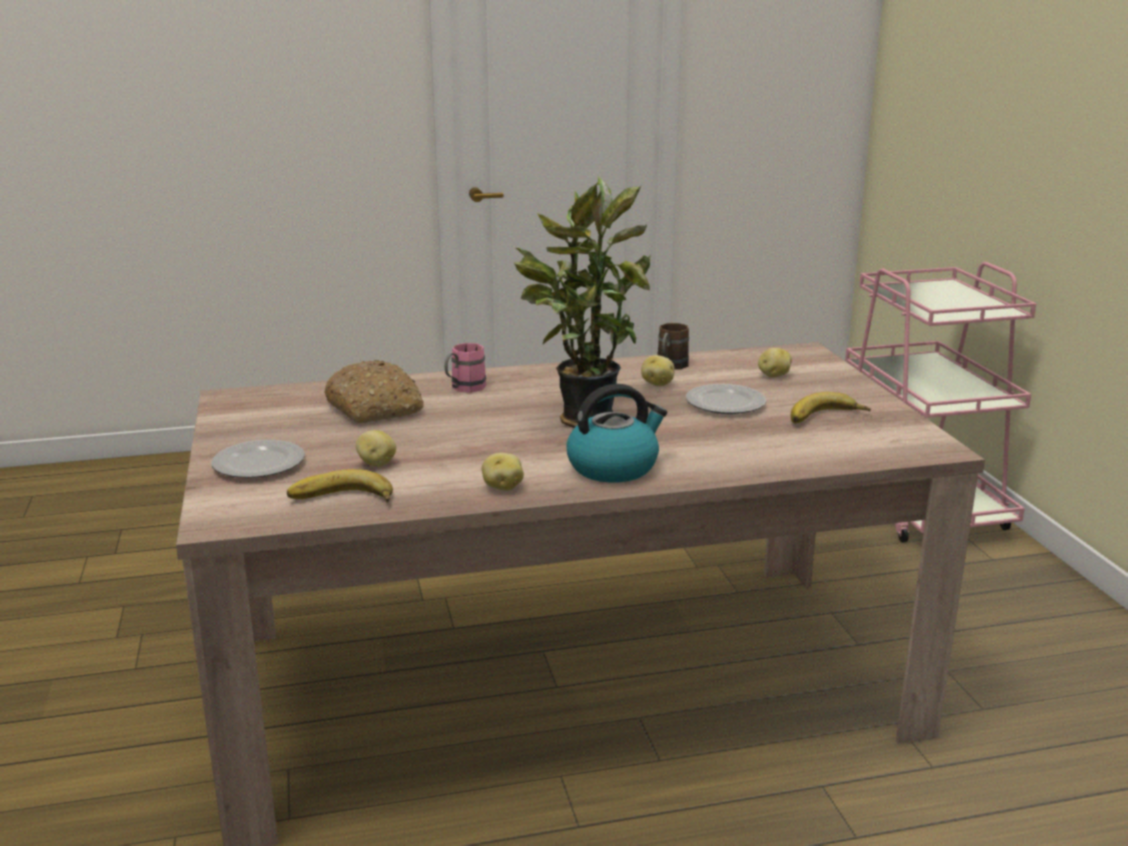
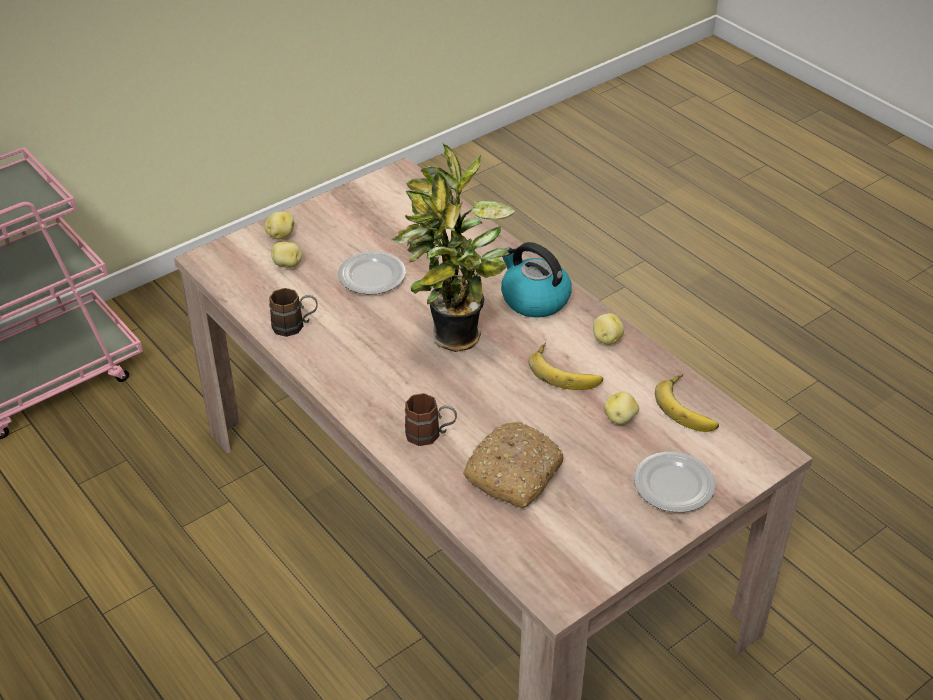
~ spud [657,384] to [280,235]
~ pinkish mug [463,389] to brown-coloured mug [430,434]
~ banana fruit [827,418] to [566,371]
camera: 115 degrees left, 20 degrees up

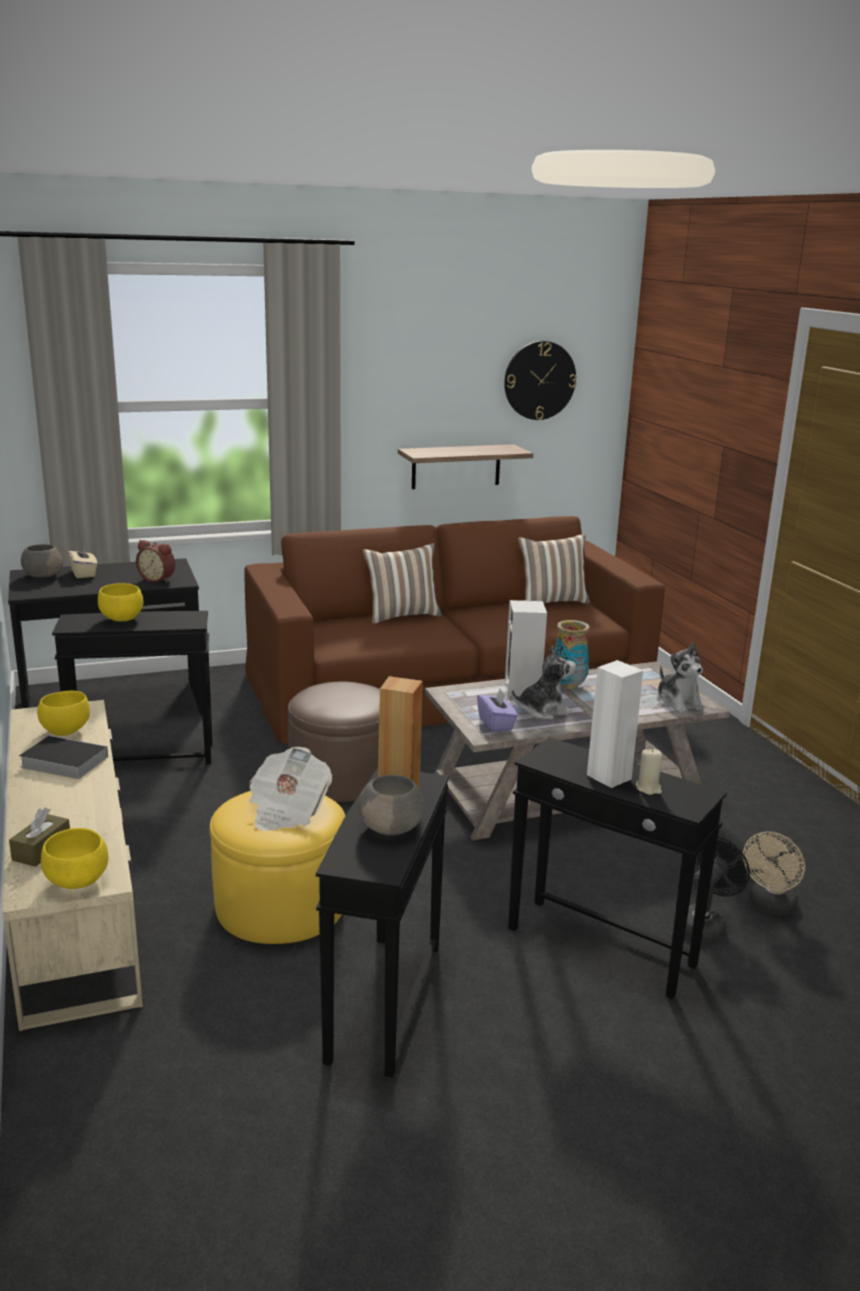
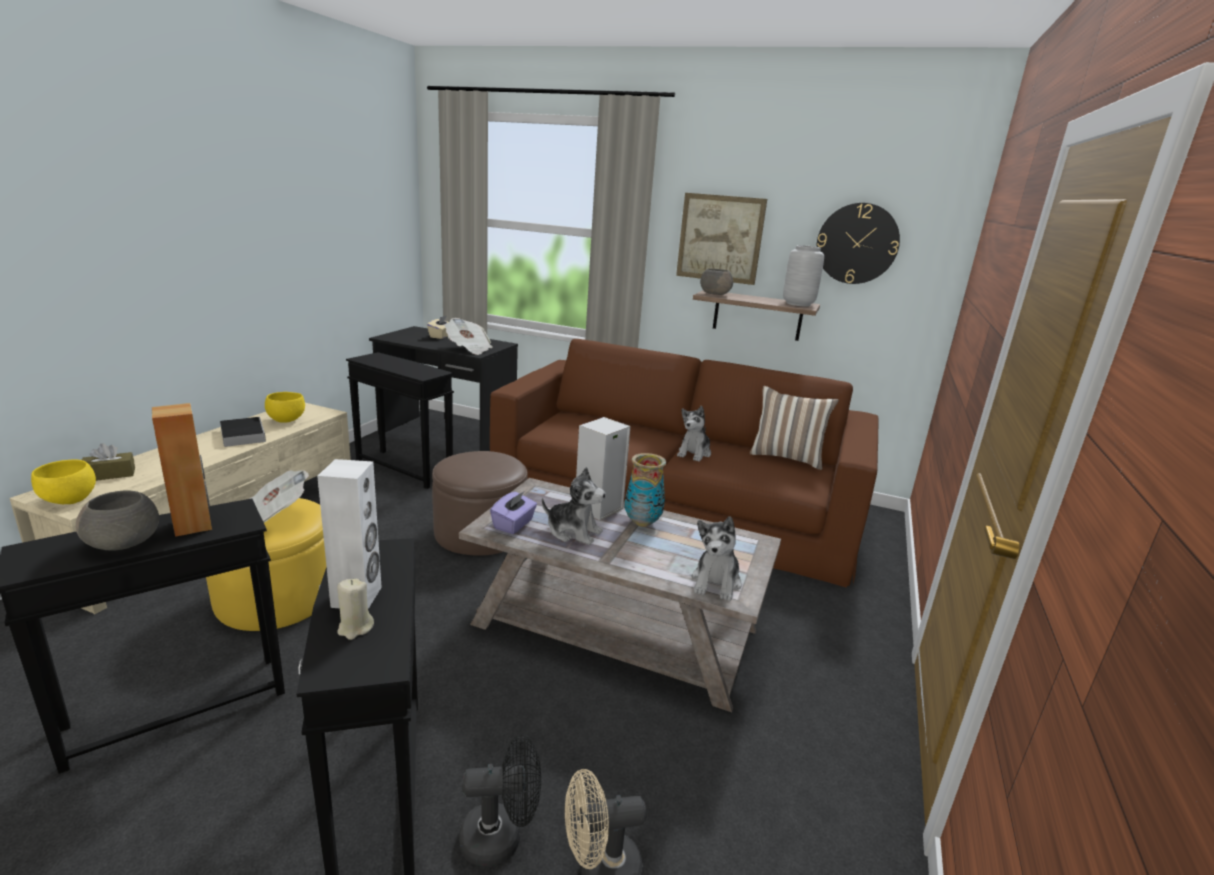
~ bedside clock [158,579] to newspaper [469,349]
+ wall picture [720,238]
+ cuddly toy [694,453]
~ gray deep dish [43,575] to [715,294]
+ gray vase [798,304]
- yellow-coloured deep dish [123,619]
- cushion [402,615]
camera: 40 degrees right, 0 degrees up

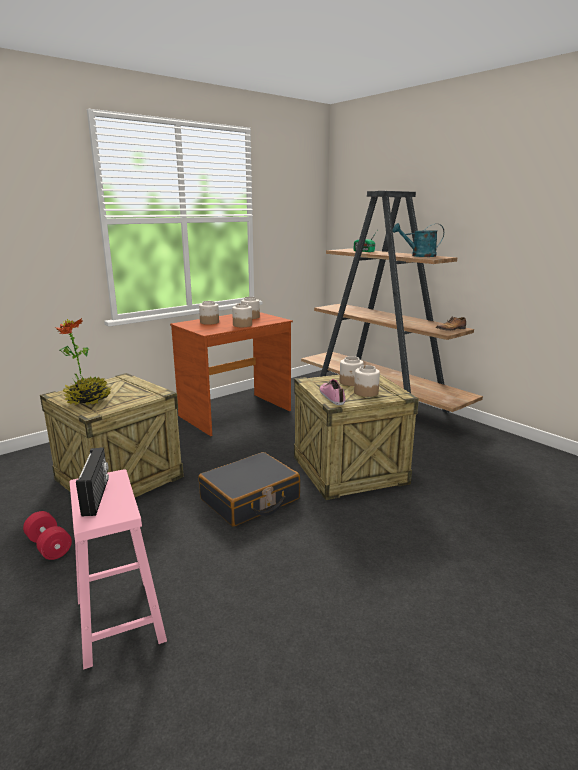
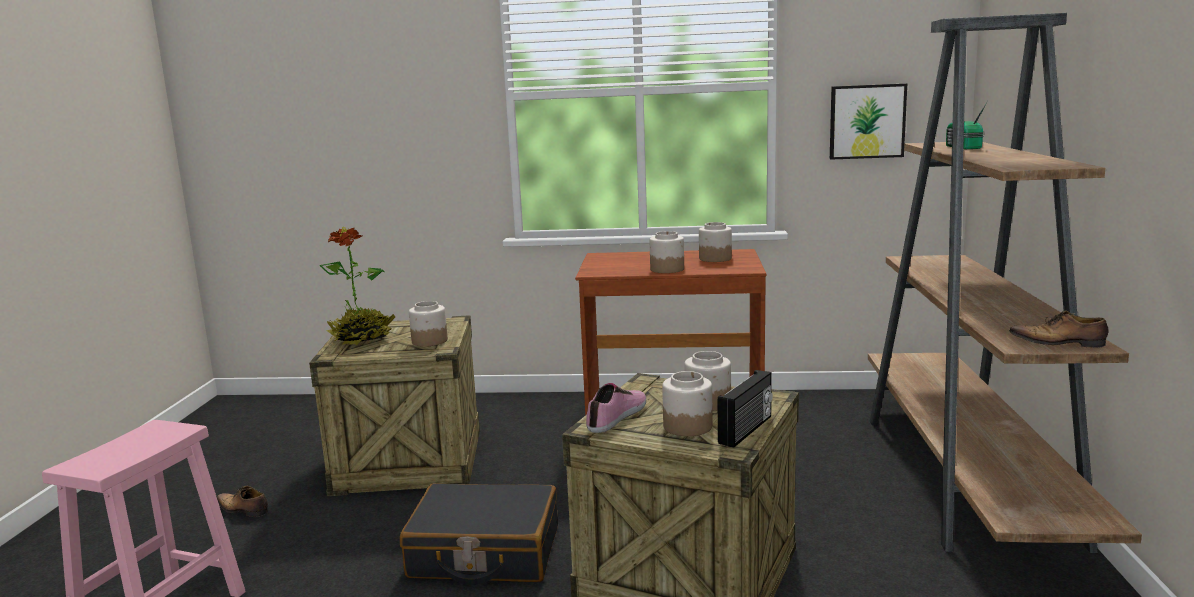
~ reddish hand weight [49,546] to low shoe [243,510]
~ storage jar [209,322] to [429,341]
~ radio [97,496] to [747,430]
+ wall picture [866,121]
- blue-green sprinkling can [419,256]
camera: 45 degrees right, 5 degrees down

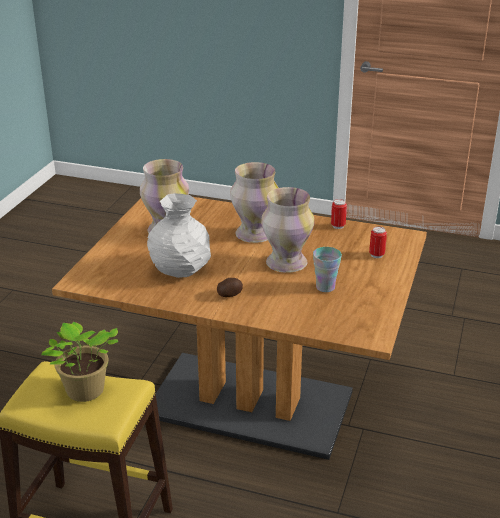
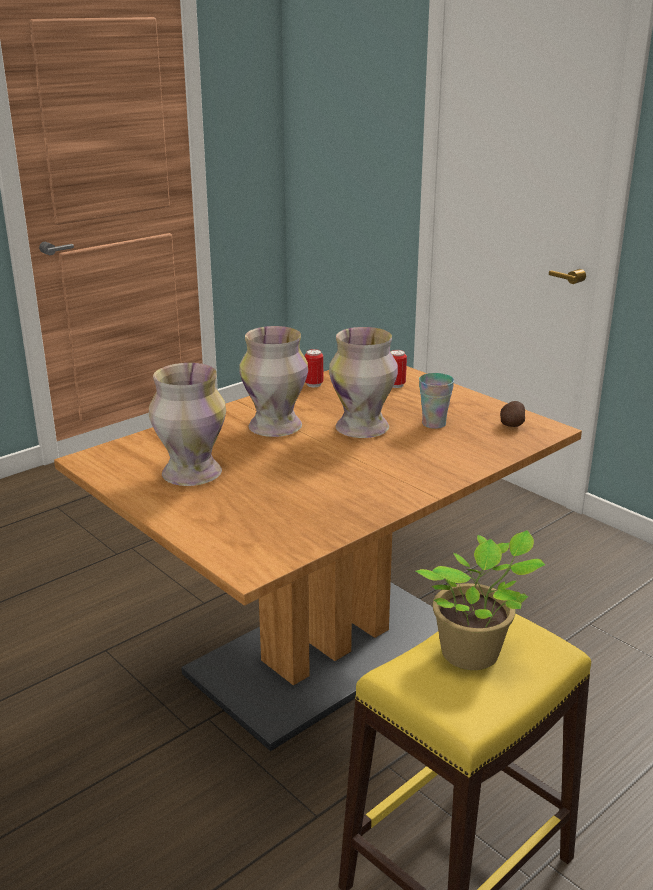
~ spud [230,295] to [512,424]
- white vase [181,270]
camera: 60 degrees left, 5 degrees down

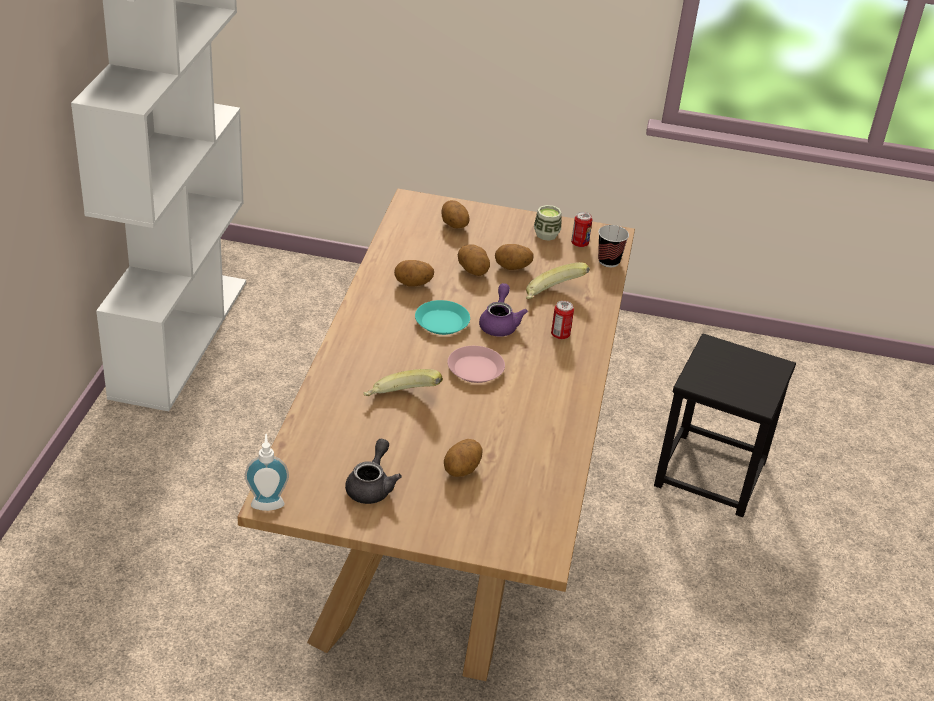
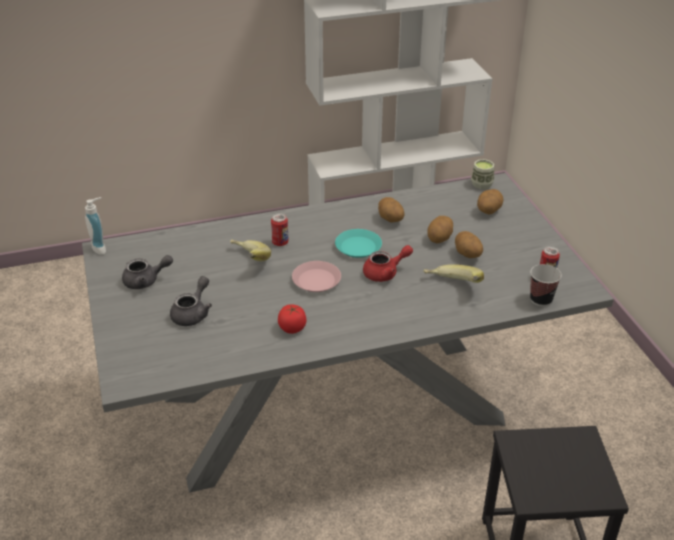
~ brown-coloured kitchen table [448,516] to gray kitchen table [336,408]
~ spud [462,470] to gray teapot [193,313]
~ sealed can [560,335] to [280,243]
+ tomato [292,328]
~ purple teapot [499,324] to reddish teapot [385,273]
~ small cup [546,234] to [481,184]
camera: 65 degrees right, 0 degrees up

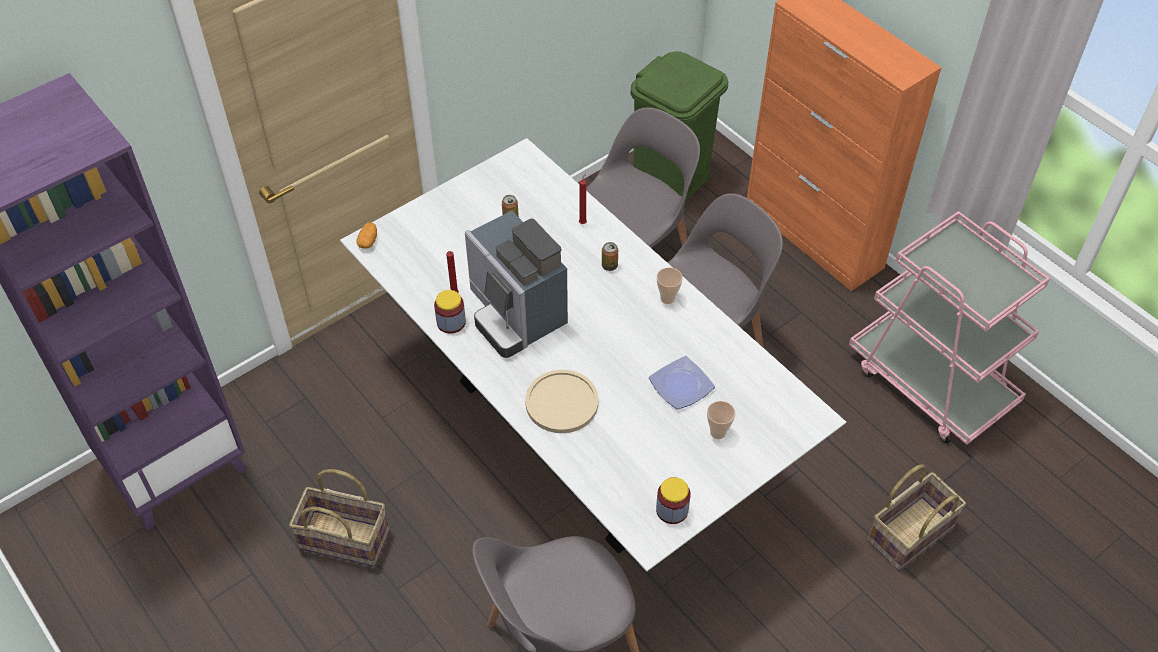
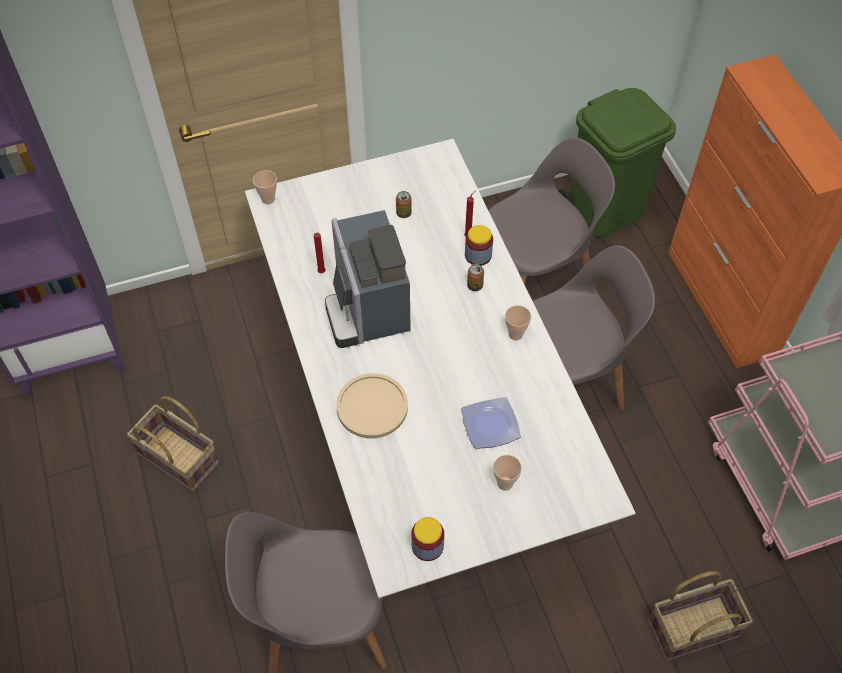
~ spud [368,241] to small cup [268,199]
~ storage jar [451,322] to [478,255]
camera: 20 degrees right, 5 degrees up

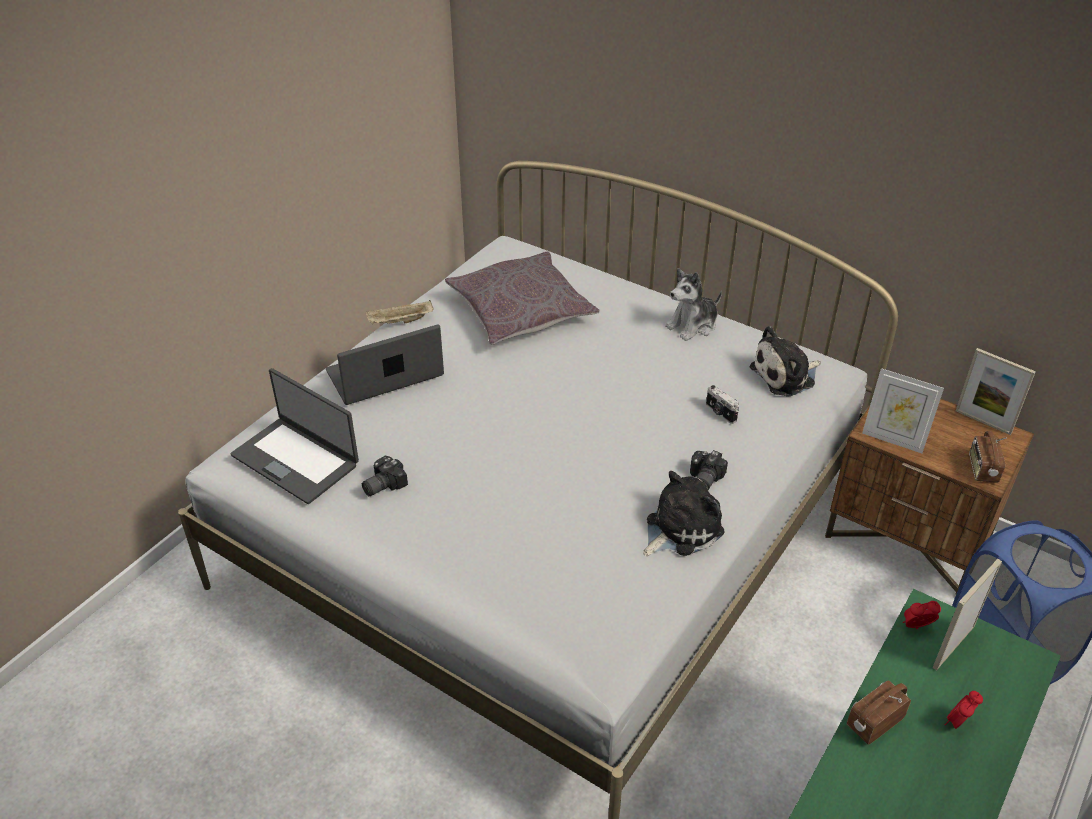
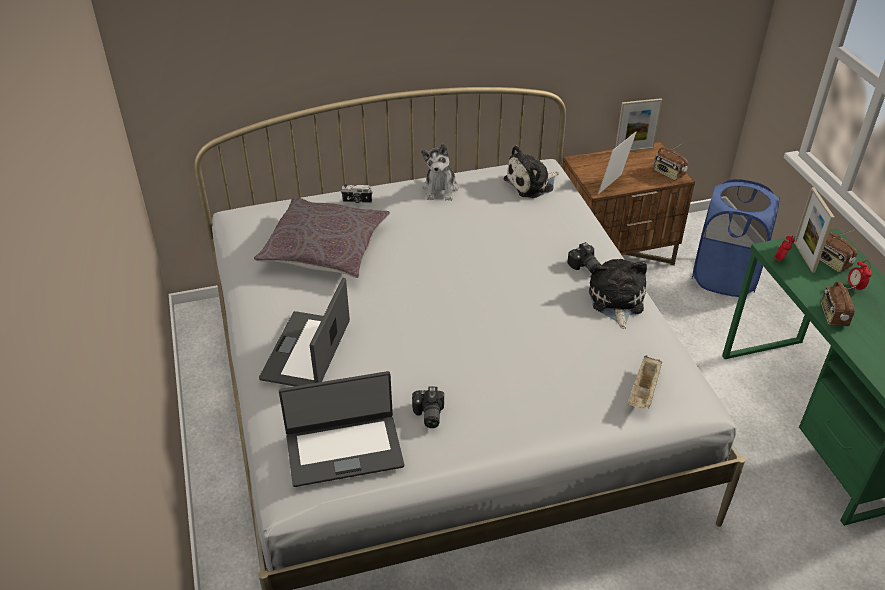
~ still camera [720,413] to [357,201]
~ cuddly toy [786,376] = [531,184] 45 degrees clockwise
~ standing frame [893,439] = [613,186] 150 degrees clockwise
~ beige tray [400,322] to [643,391]
+ radio [831,262]
camera: 50 degrees left, 0 degrees up

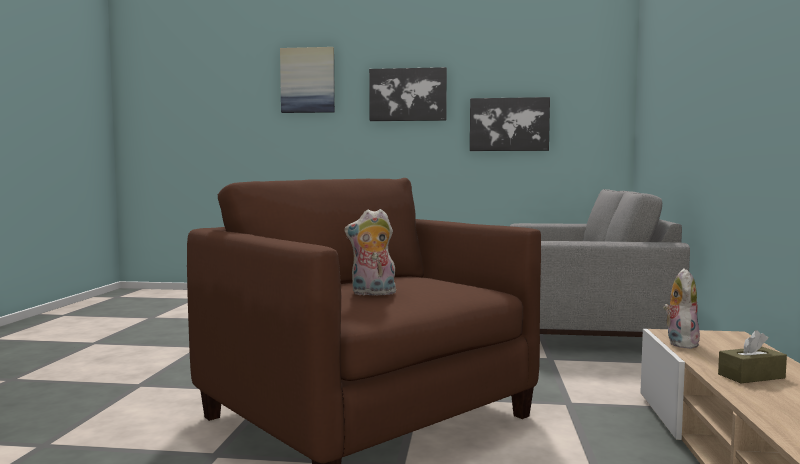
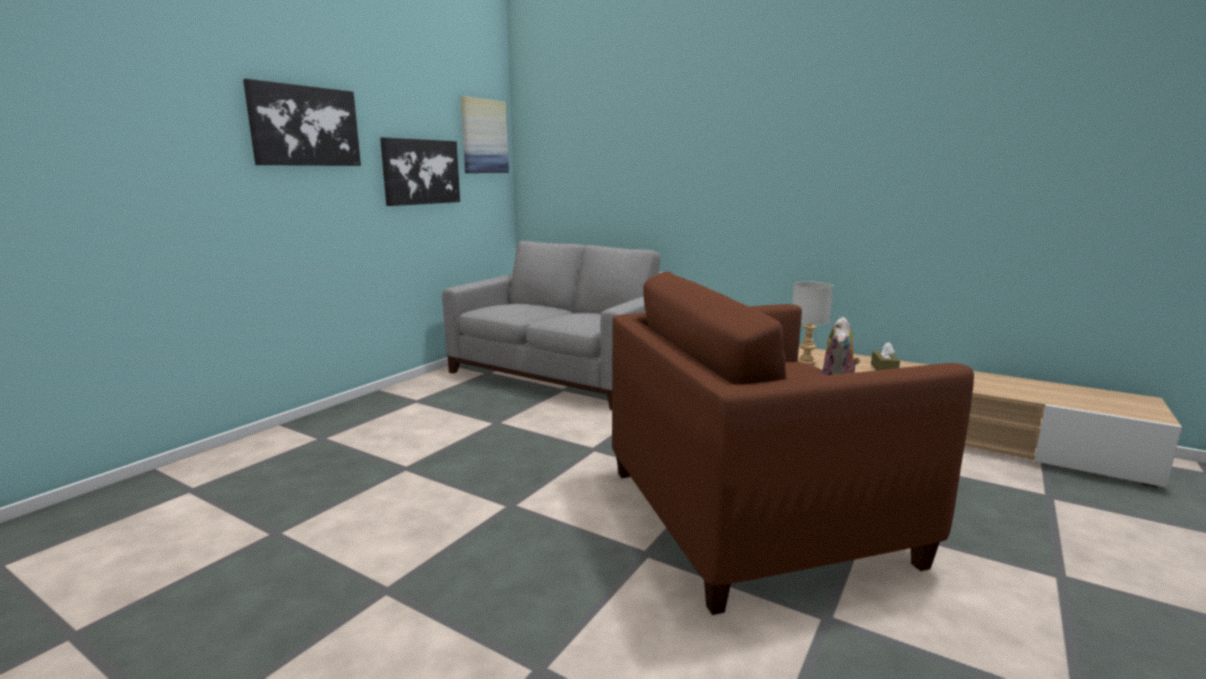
~ wall picture [307,80] to [484,136]
~ cuddly toy [679,343] to gray table lamp [807,362]
camera: 65 degrees left, 10 degrees up

